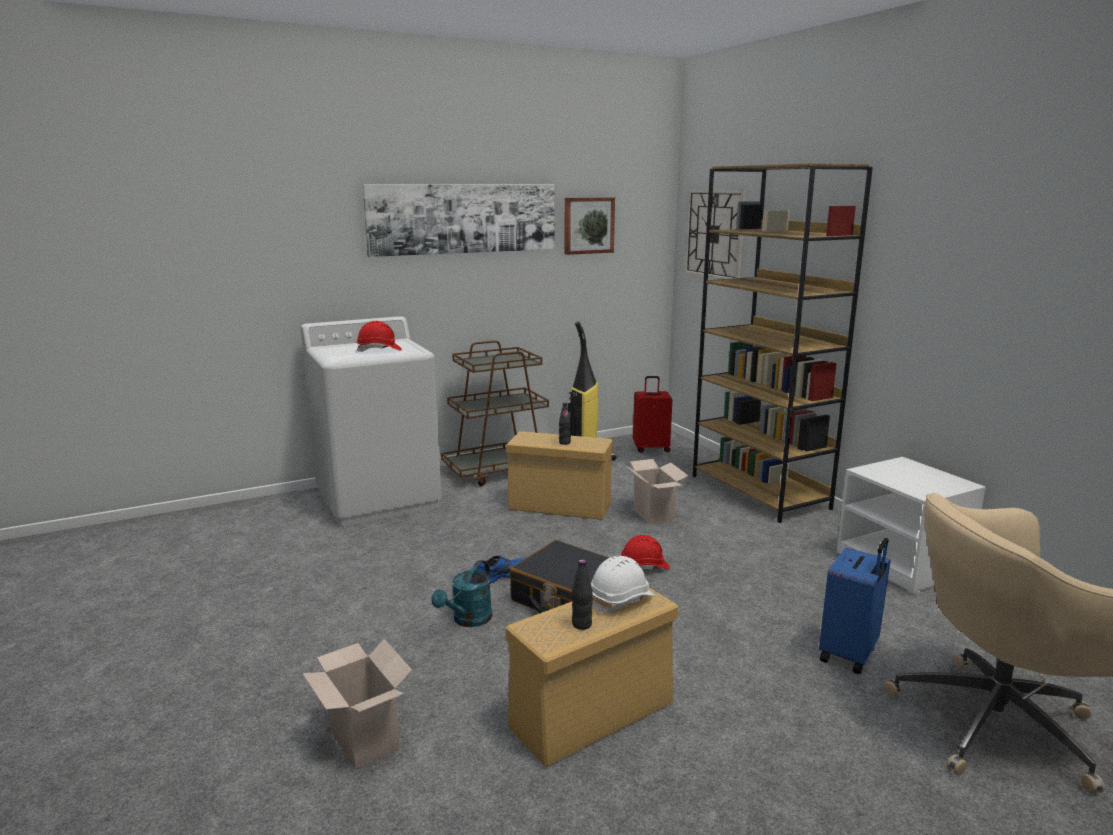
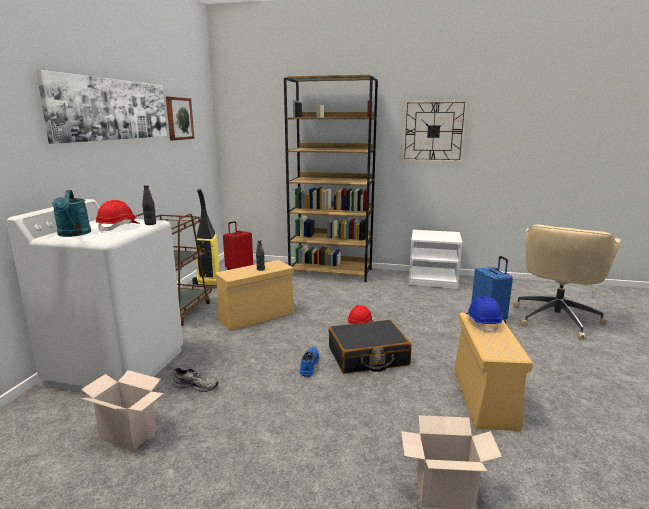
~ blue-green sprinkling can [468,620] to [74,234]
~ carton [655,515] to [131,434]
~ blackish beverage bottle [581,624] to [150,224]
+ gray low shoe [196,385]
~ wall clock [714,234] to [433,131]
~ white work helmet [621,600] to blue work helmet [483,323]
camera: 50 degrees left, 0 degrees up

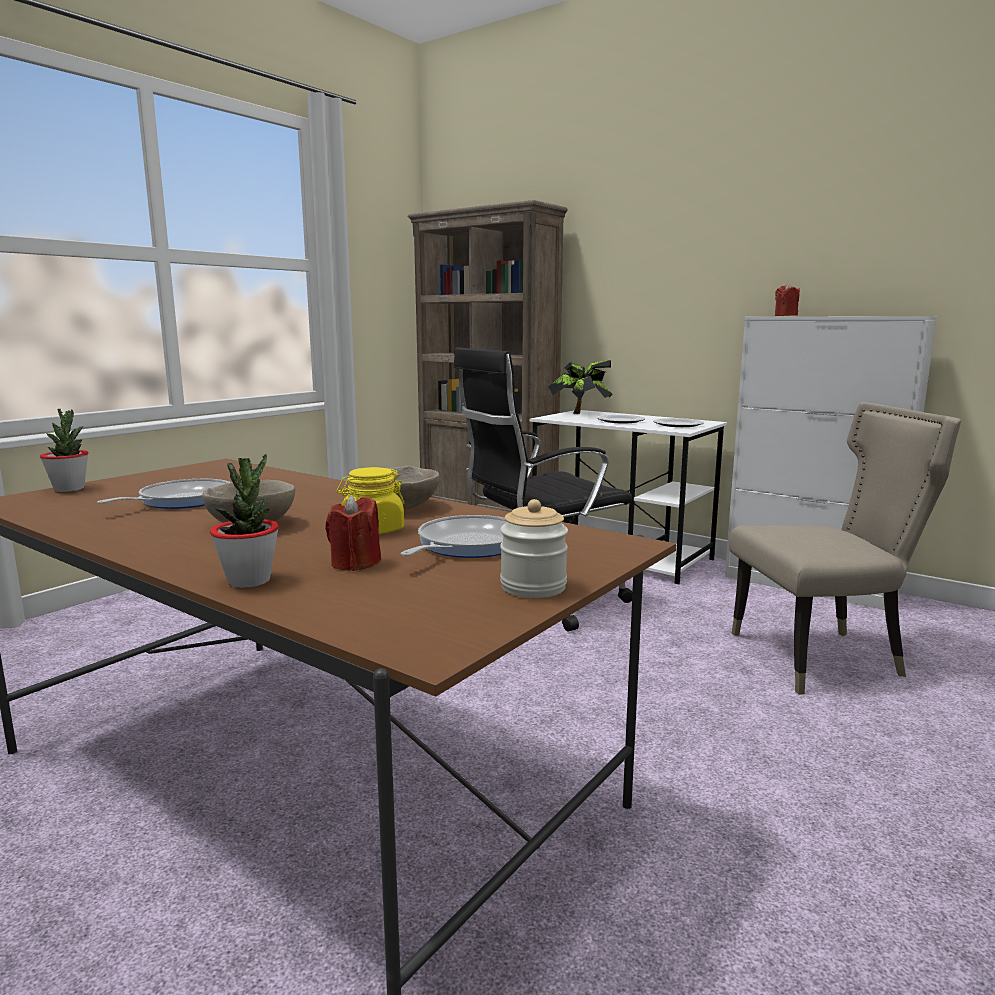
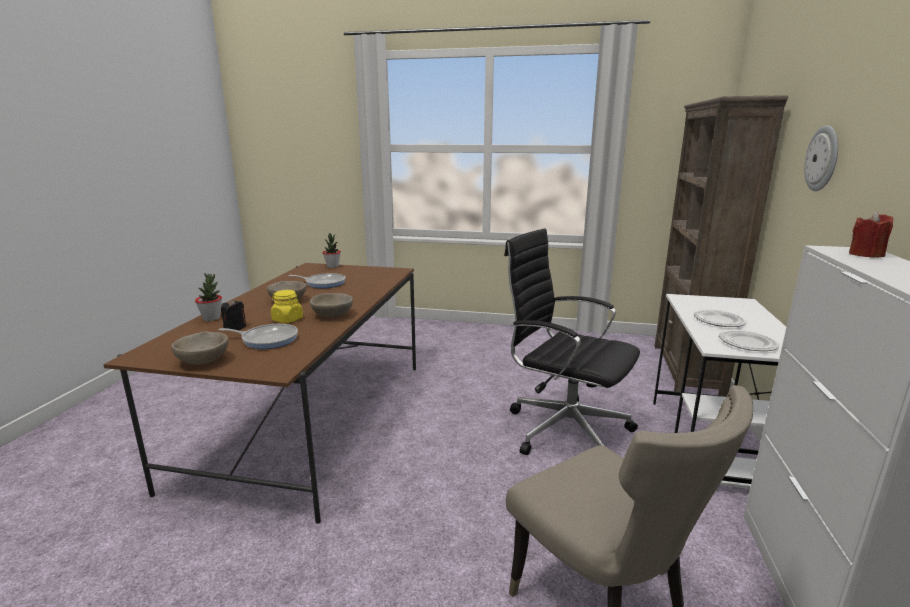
~ storage jar [533,587] to beige deep dish [204,361]
~ reddish candle [355,563] to blackish candle [235,327]
+ wall clock [823,158]
- plant in a pot [580,414]
camera: 65 degrees right, 5 degrees up

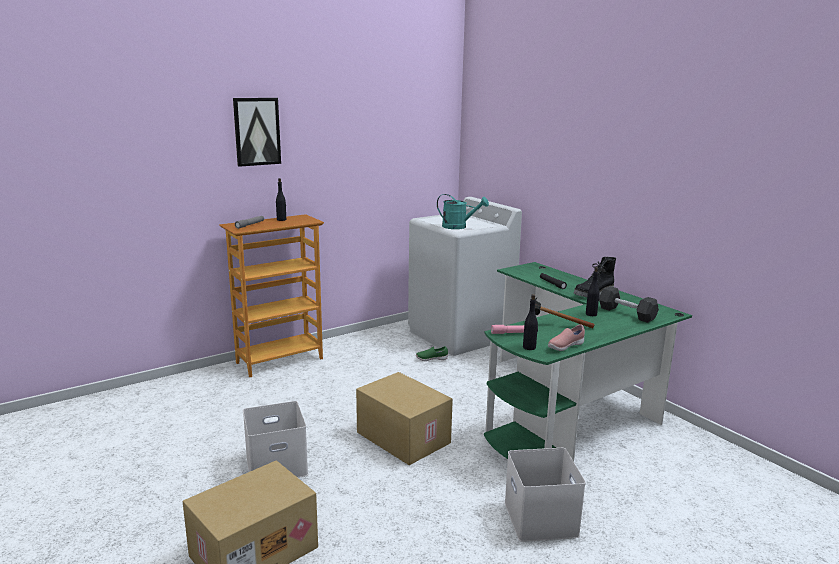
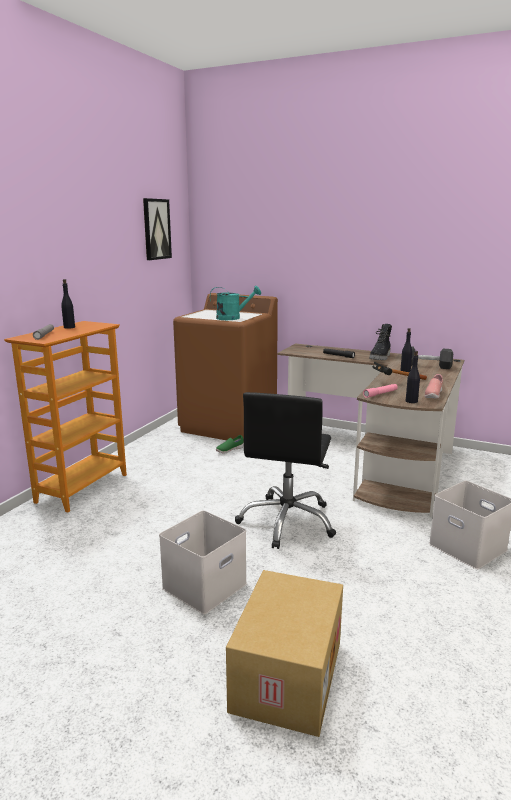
~ wall picture [257,131] to [156,229]
~ white laundry machine [460,335] to brown-coloured laundry machine [229,425]
~ carton [401,438] to blackish office chair [287,521]
~ green-coloured desk table [568,407] to brown-coloured desk table [379,459]
camera: 30 degrees left, 0 degrees up

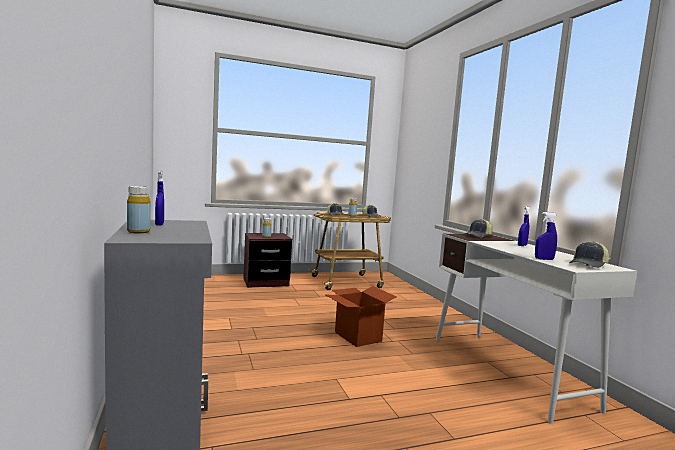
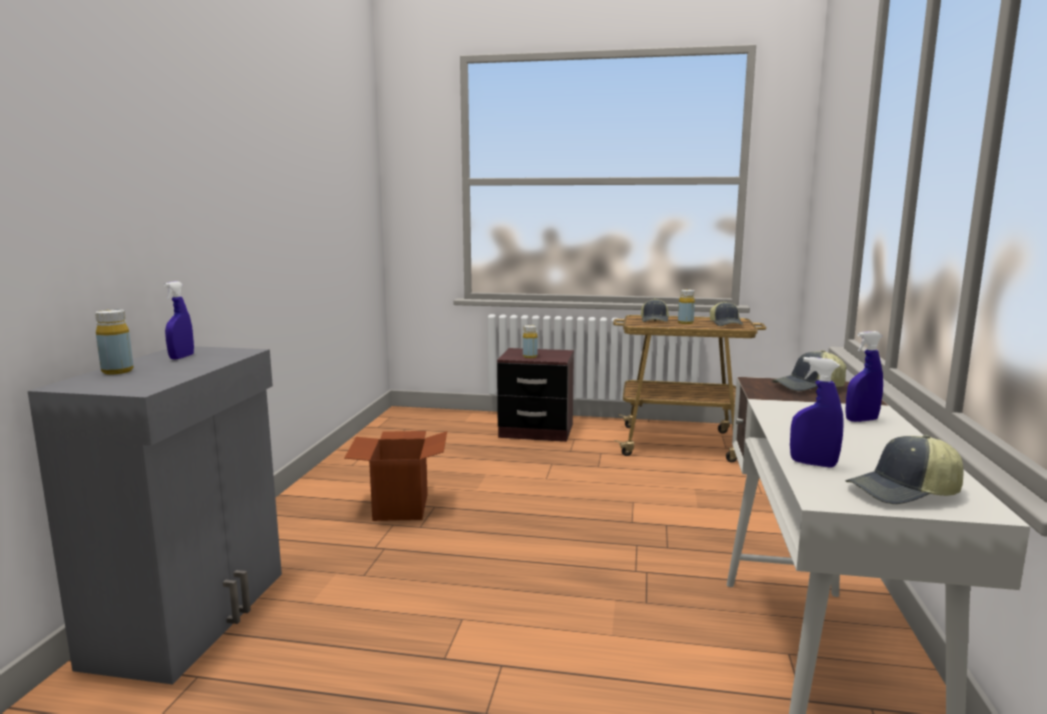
~ carton [357,336] to [400,506]
camera: 30 degrees right, 5 degrees up

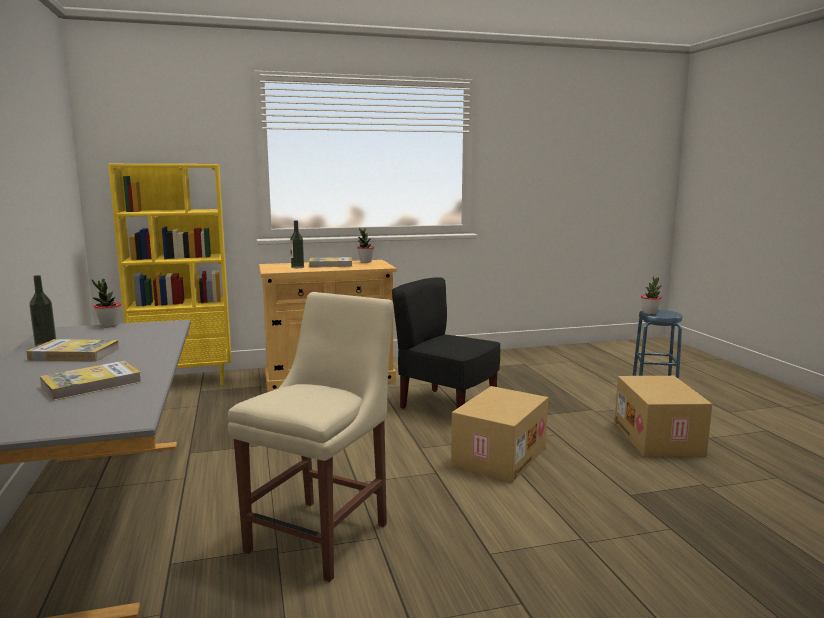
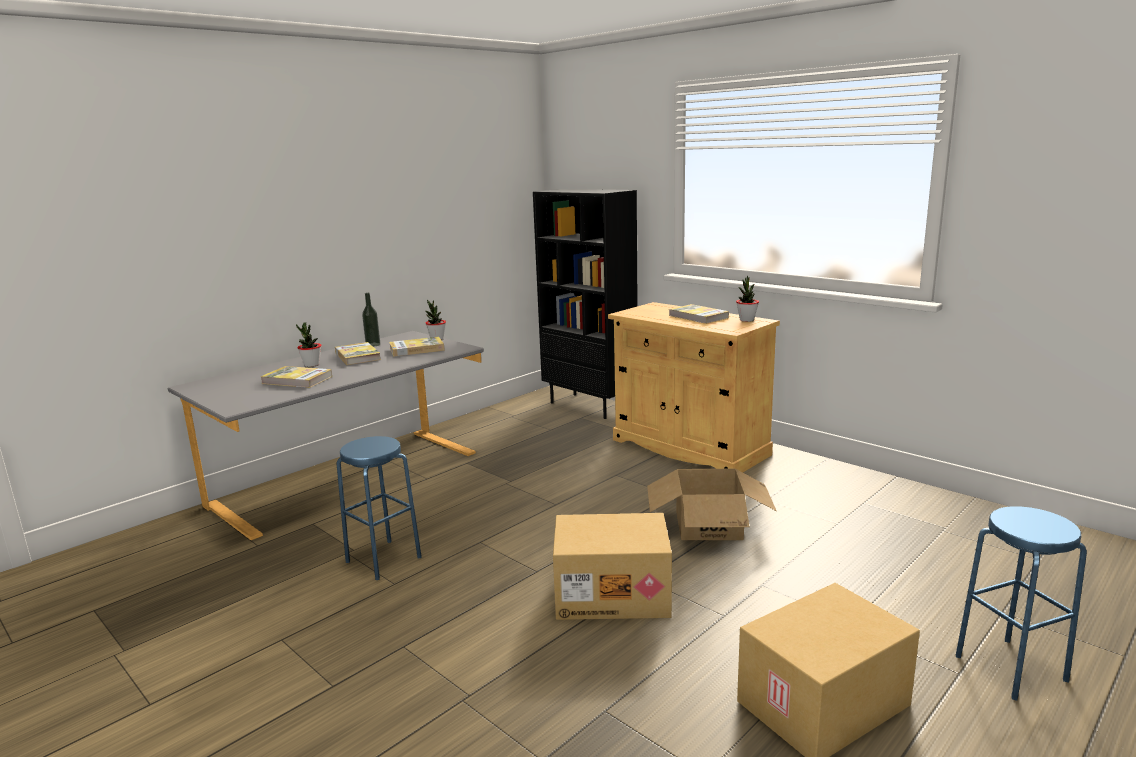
~ plant in a pot [649,313] to [312,365]
~ beige chair [323,534] to blue stool seat [383,559]
+ volume [416,349]
~ yellow-coloured shelving unit [185,382] to blackish shelving unit [590,406]
~ blackish chair [447,406] to carton [709,525]
- beverage bottle [297,267]
camera: 60 degrees right, 5 degrees up

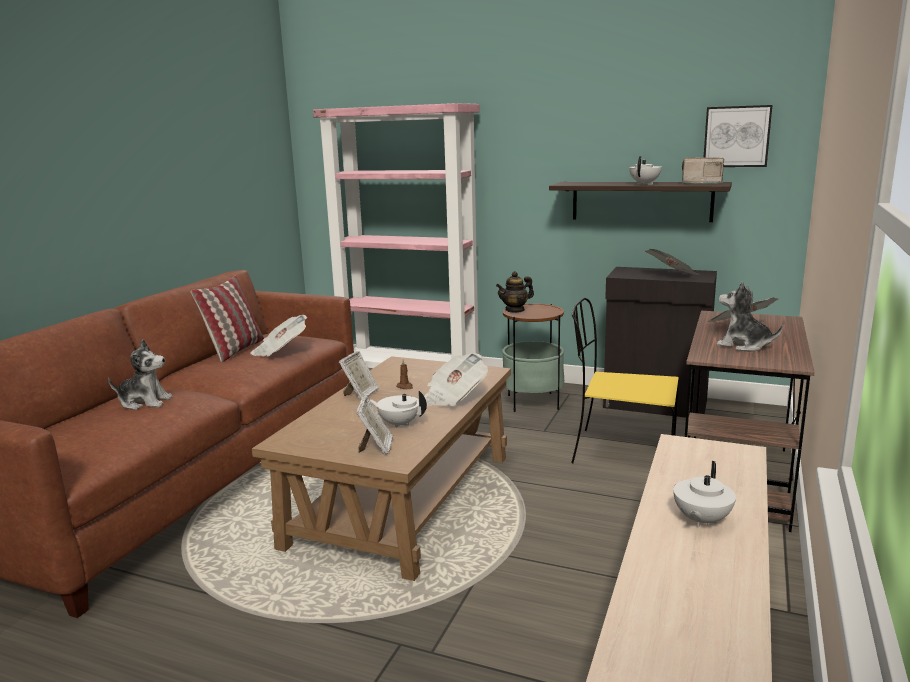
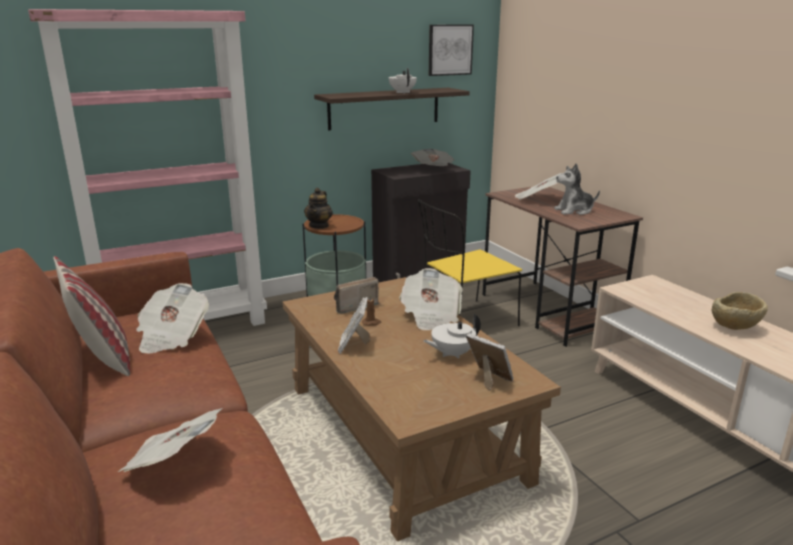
~ cuddly toy [144,402] to newspaper [174,462]
~ radio [700,183] to [353,306]
~ standing frame [360,394] = [354,345] 150 degrees counterclockwise
~ white teapot [701,520] to beige deep dish [734,328]
camera: 50 degrees left, 5 degrees up

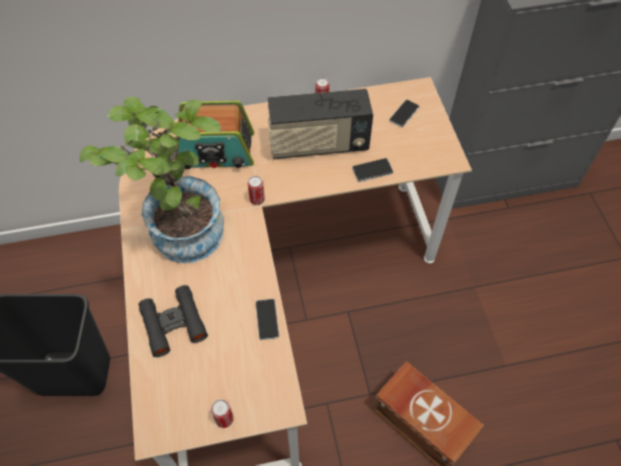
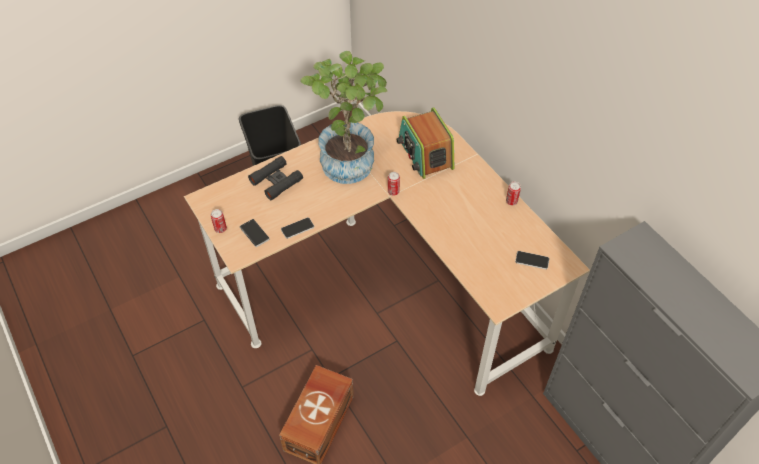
~ telephone [372,171] to [254,233]
- radio [318,145]
camera: 70 degrees right, 5 degrees down

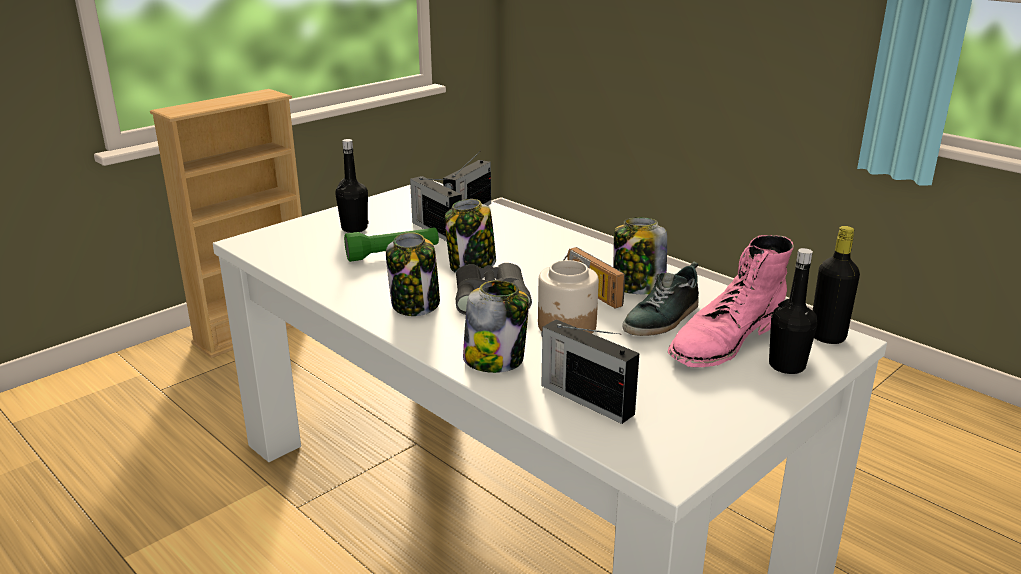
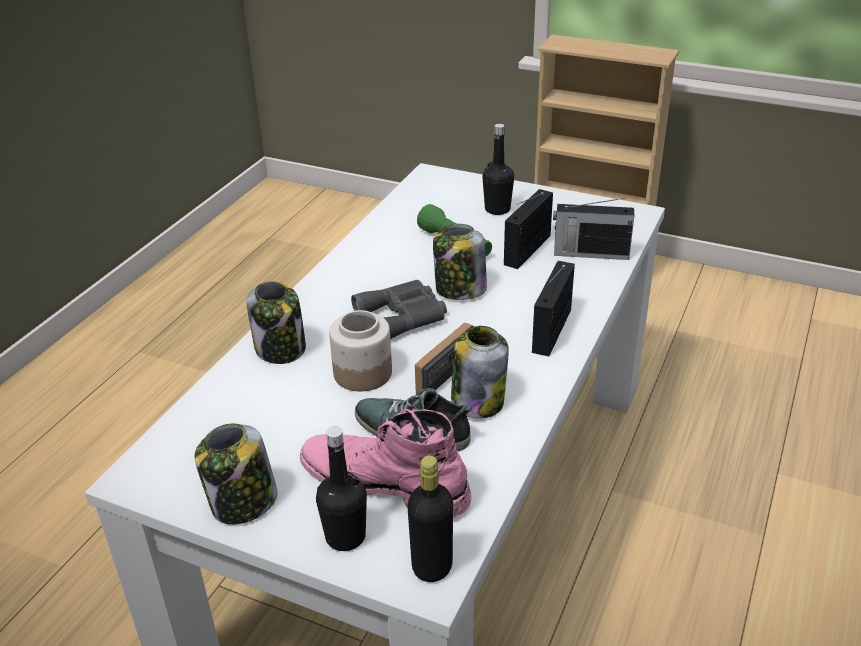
~ storage jar [415,305] to [243,503]
~ radio [585,398] to [552,329]
camera: 70 degrees right, 10 degrees up

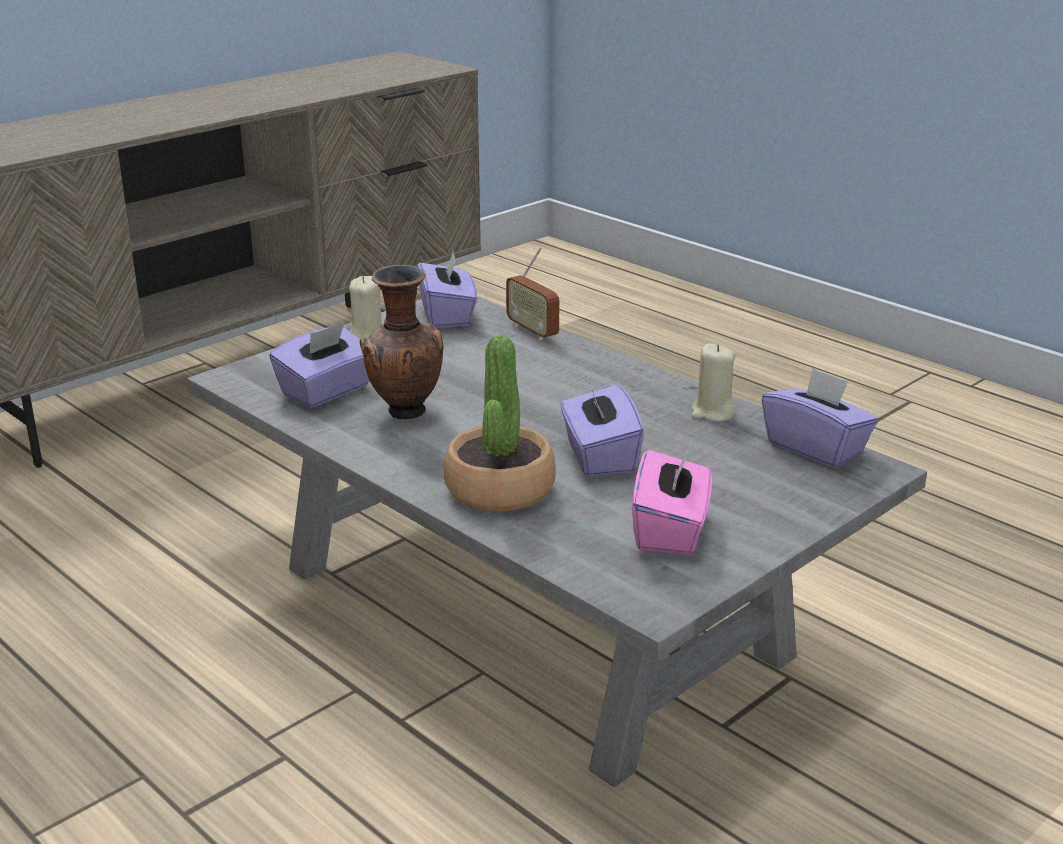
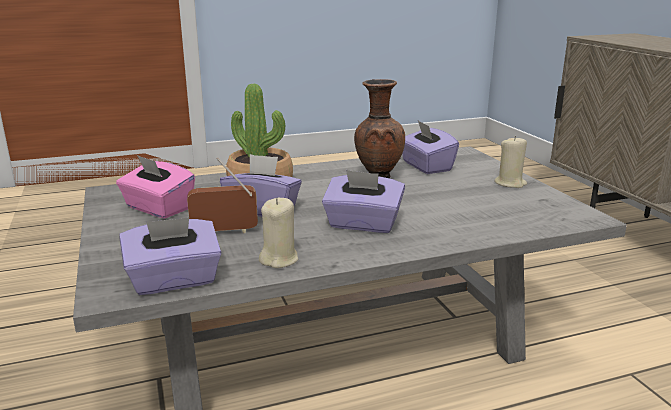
~ radio [533,331] to [224,232]
~ purple box of tissues [448,315] to [363,224]
camera: 115 degrees right, 5 degrees down

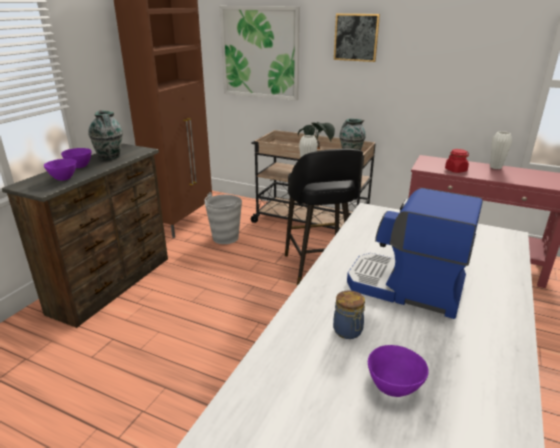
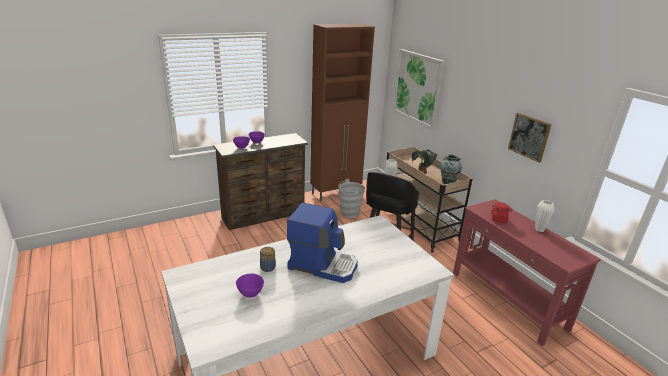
~ coffee maker [405,288] = [322,265] 135 degrees clockwise
~ wall picture [356,37] to [529,137]
- vase [110,157]
camera: 35 degrees right, 0 degrees up

